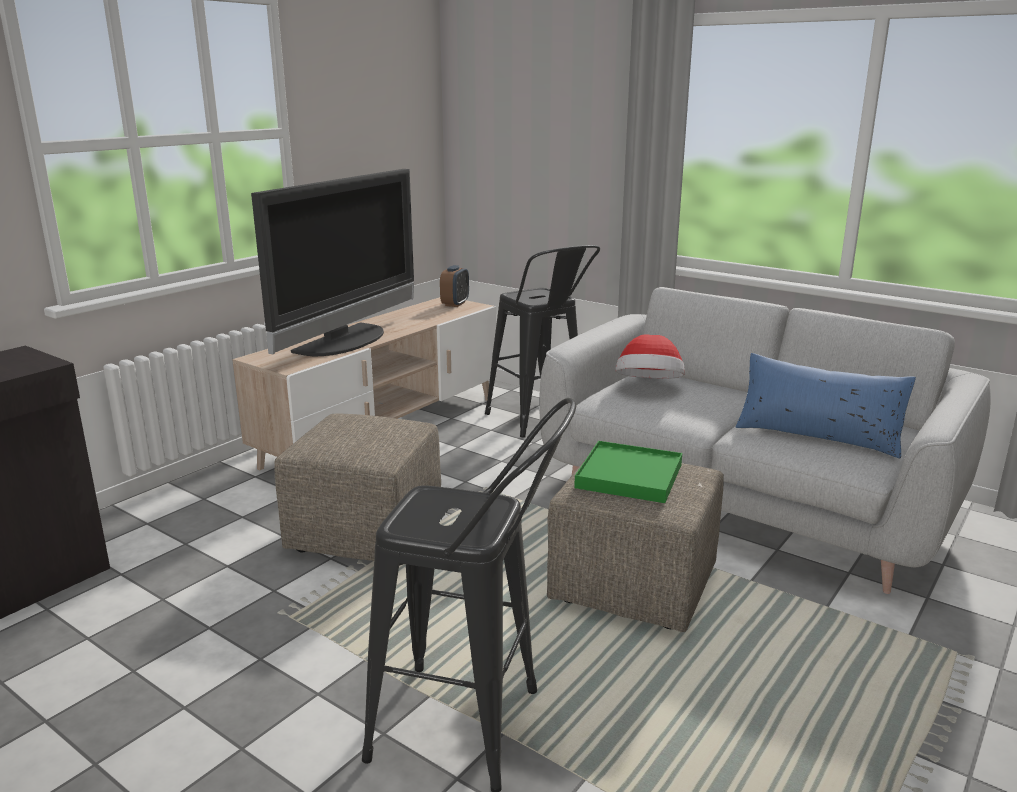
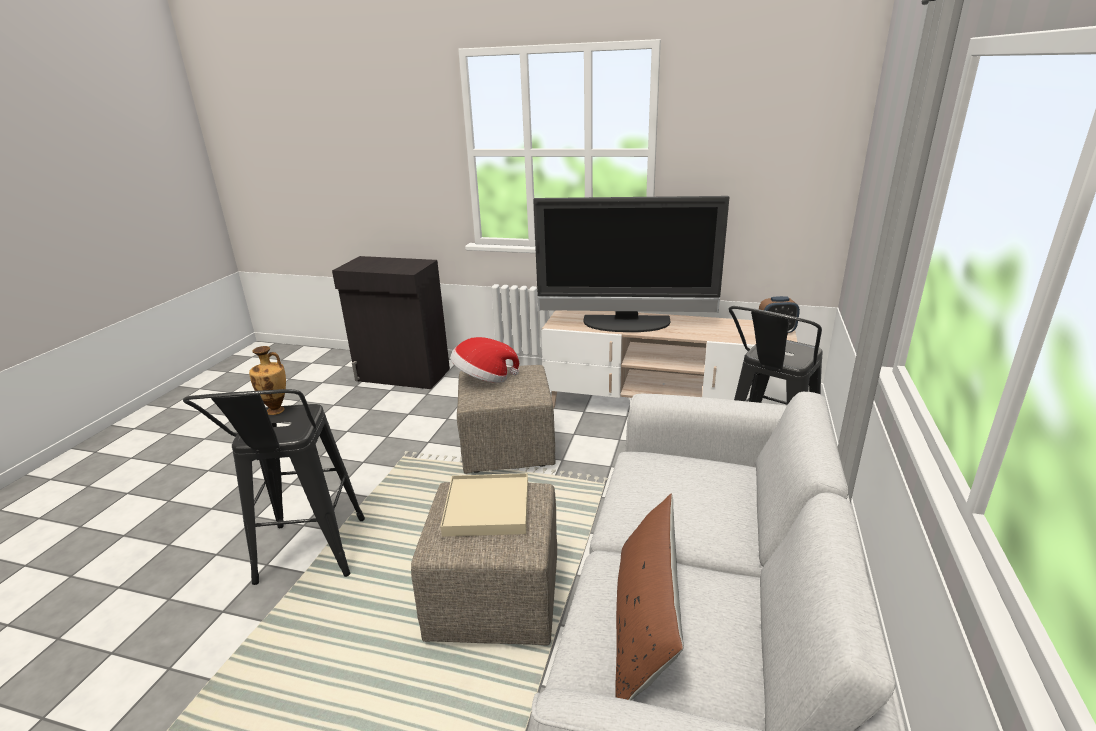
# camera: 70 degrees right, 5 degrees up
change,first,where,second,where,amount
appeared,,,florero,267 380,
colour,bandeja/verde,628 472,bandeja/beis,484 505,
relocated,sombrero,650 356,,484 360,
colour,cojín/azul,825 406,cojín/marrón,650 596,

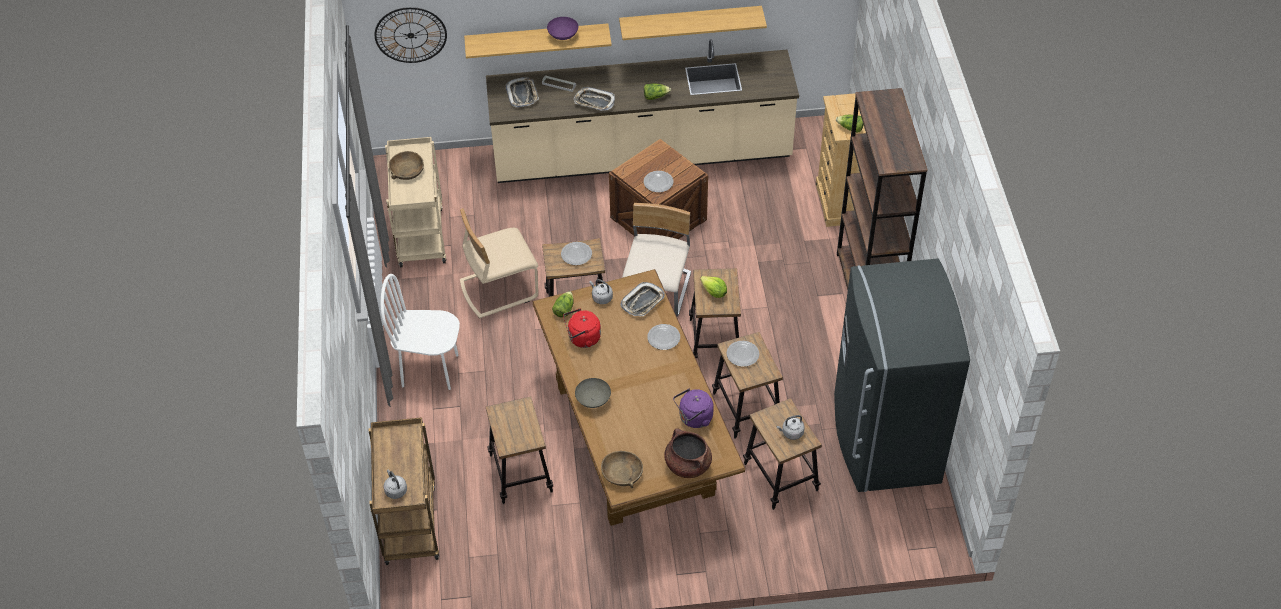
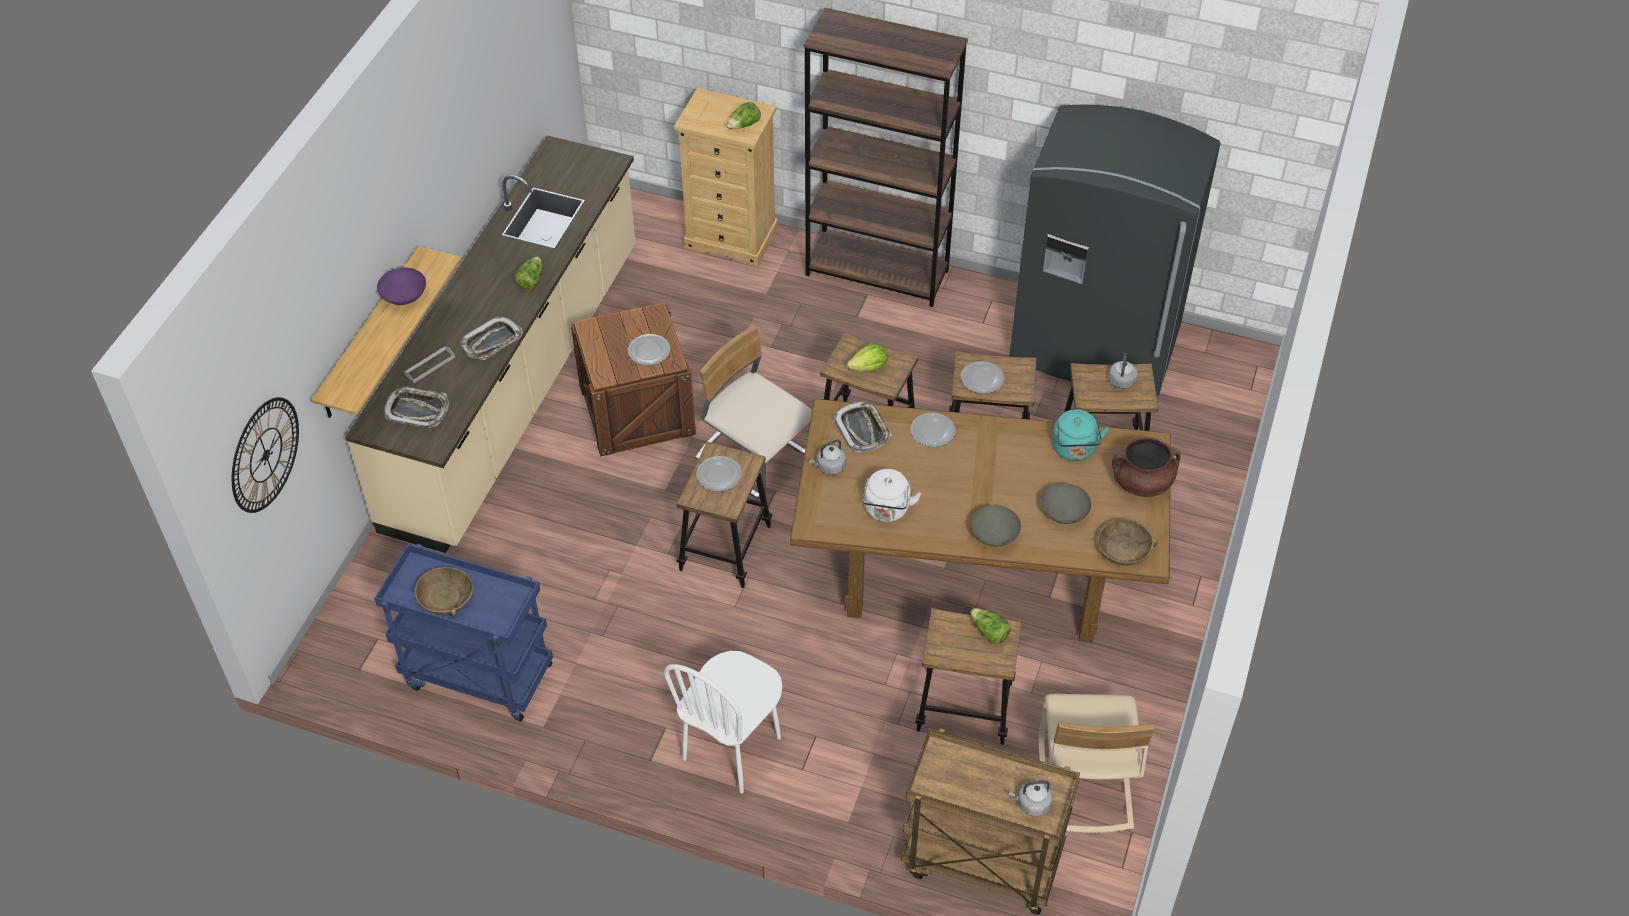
# camera: 65 degrees left, 0 degrees up
change,first,where,second,where,amount
colour,carrito/beis,415 202,carrito/azul,463 632,
colour,hervidor/rojo,582 328,hervidor/blanco,891 495,
relocated,lechuga,563 304,,990 626,
relocated,silla/beis,499 263,,1097 763,
appeared,,,cuenco/gris,1066 503,
colour,hervidor/morado,693 408,hervidor/turquesa,1080 435,
missing,estante,693 23,,,

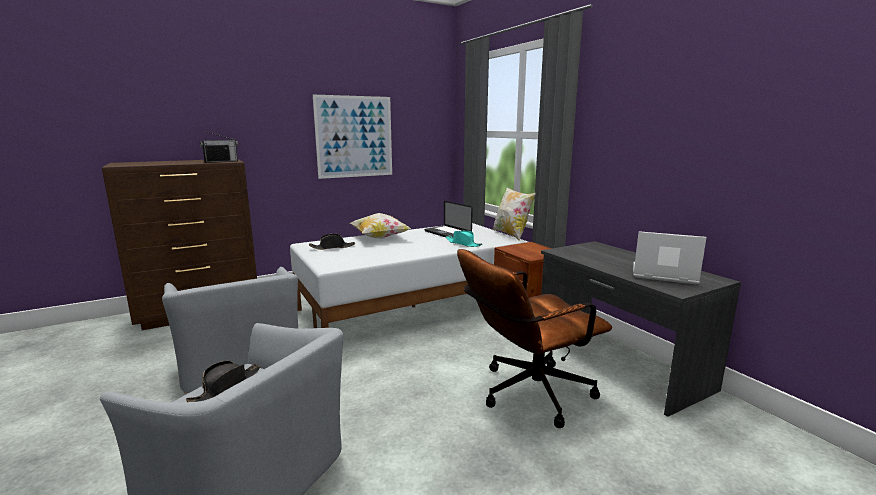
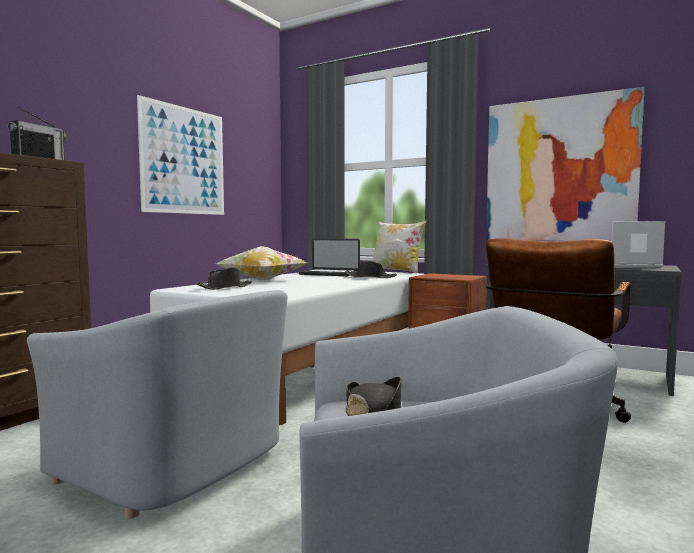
# camera: 30 degrees left, 10 degrees down
change,first,where,second,where,amount
colour,sombrero/turquesa,464 238,sombrero/negro,371 269,
appeared,,,cuadro,565 164,

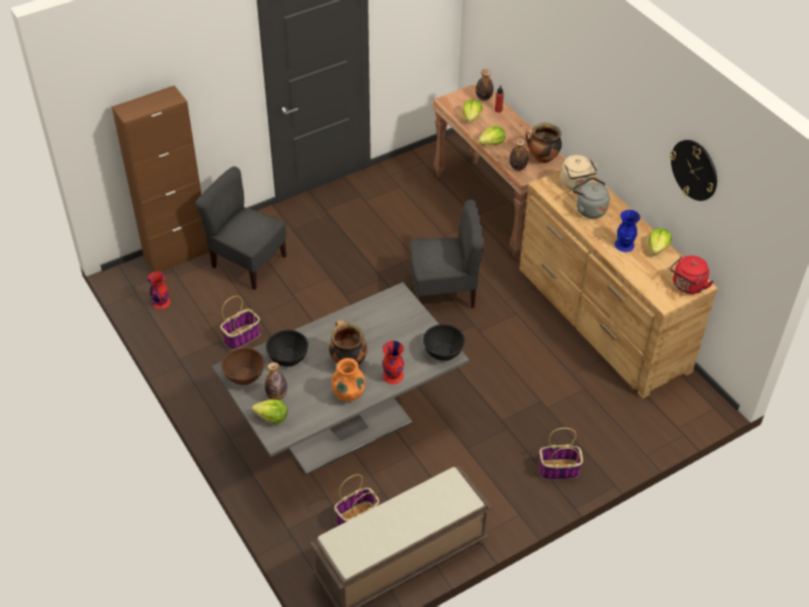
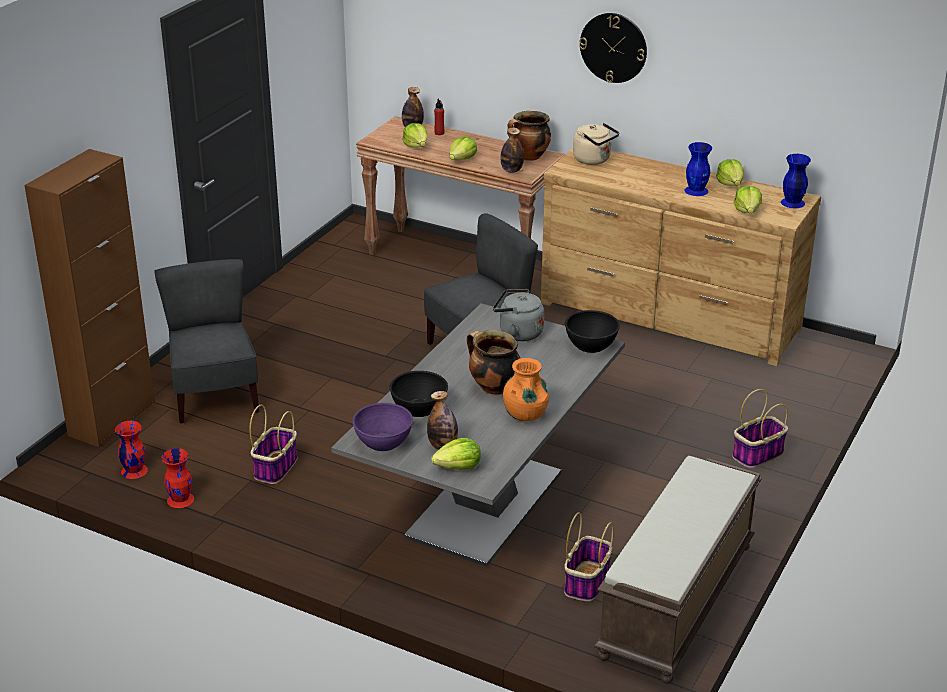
# camera: 30 degrees left, 15 degrees down
change,first,where,second,where,amount
spun,silla/gris,241 228,,206 341,75 degrees clockwise
relocated,florero/rojo,393 362,,177 478,
colour,cuenco/marrón,243 366,cuenco/morado,382 427,
relocated,hervidor/gris,591 197,,518 315,
relocated,reloj de pared,693 170,,613 48,
appeared,,,lechuga,748 199,
exchanged,hervidor/rojo,692 274,florero/azul,796 181,

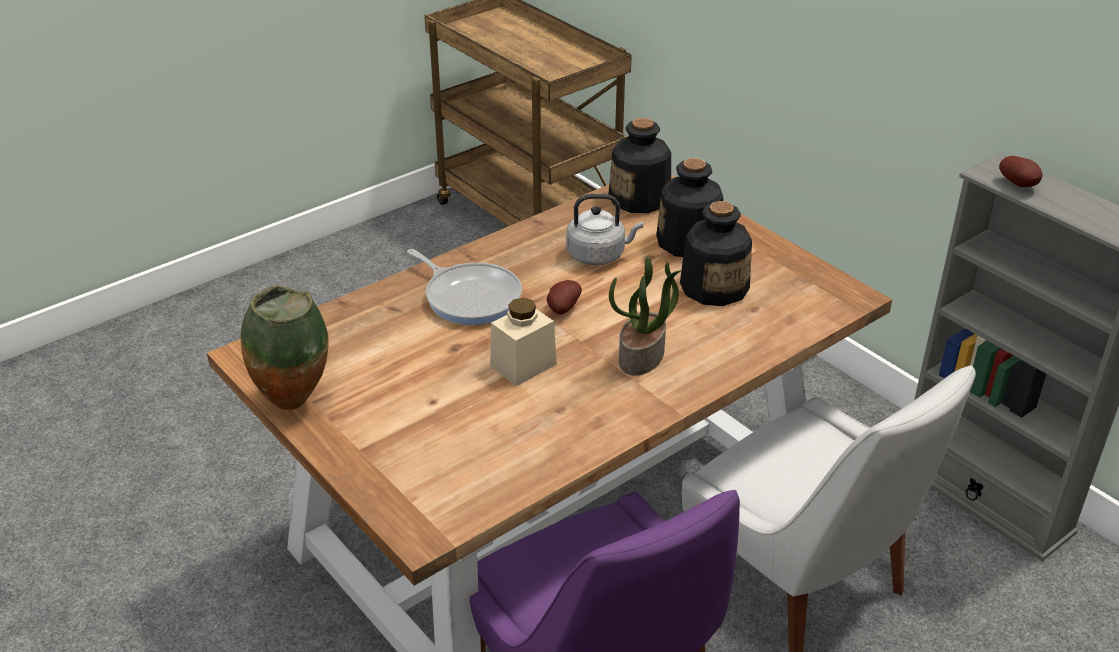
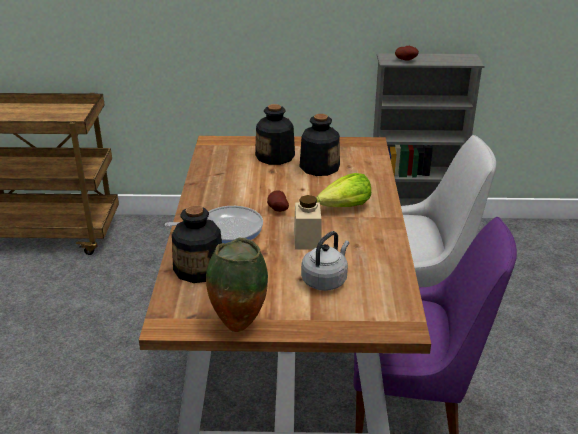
# camera: 50 degrees left, 5 degrees down
change,first,where,second,where,amount
relocated,botella,639 165,,197 244,
relocated,hervidor/gris,604 229,,325 261,
exchanged,planta en maceta,645 316,lechuga,343 190,

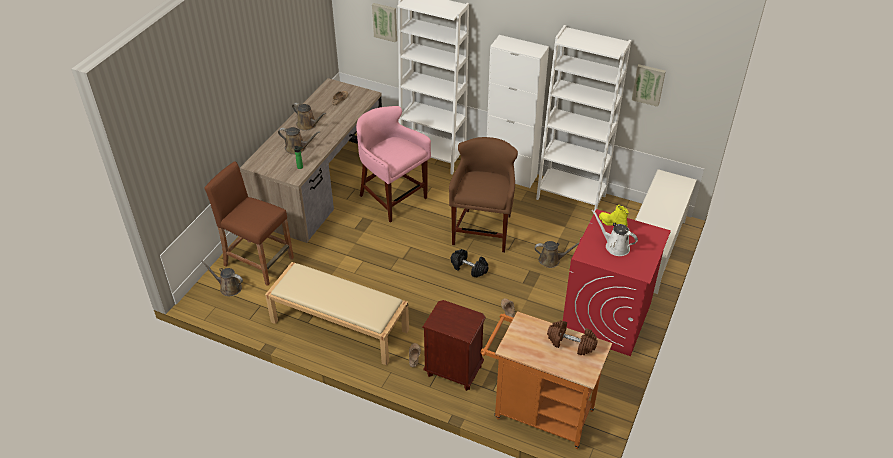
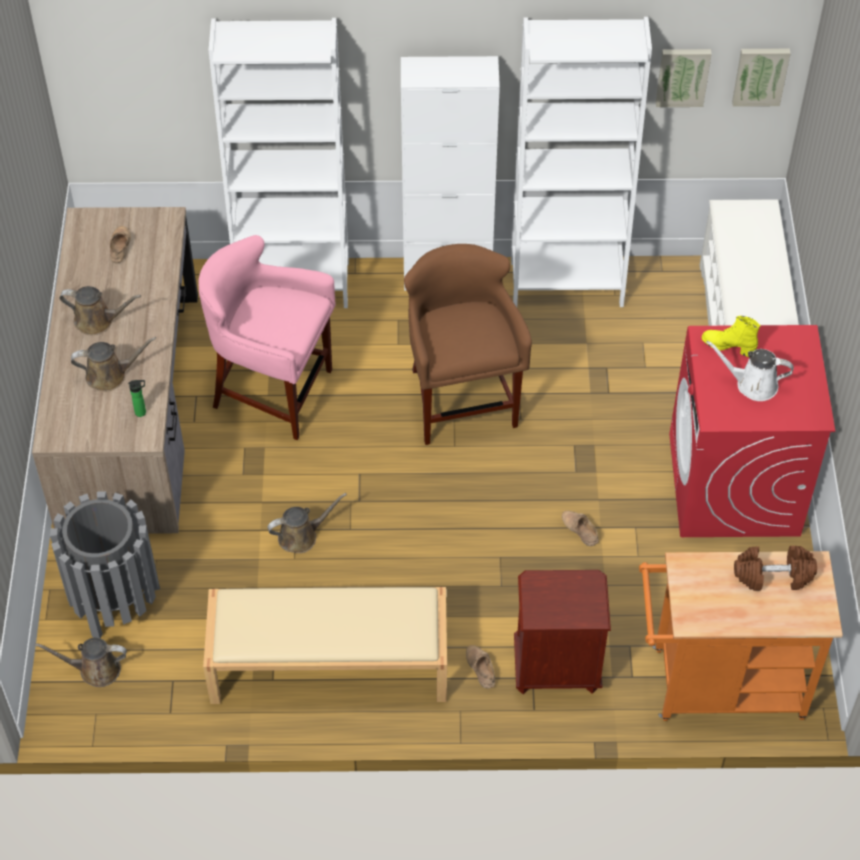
# camera: 25 degrees left, 10 degrees up
change,first,where,second,where,amount
exchanged,taburete/marrón,249 223,papelera/gris,105 564,
relocated,regadera/marrón,557 254,,307 523,
relocated,cuadro,384 22,,761 78,
missing,mancuerna/negro,470 263,,,

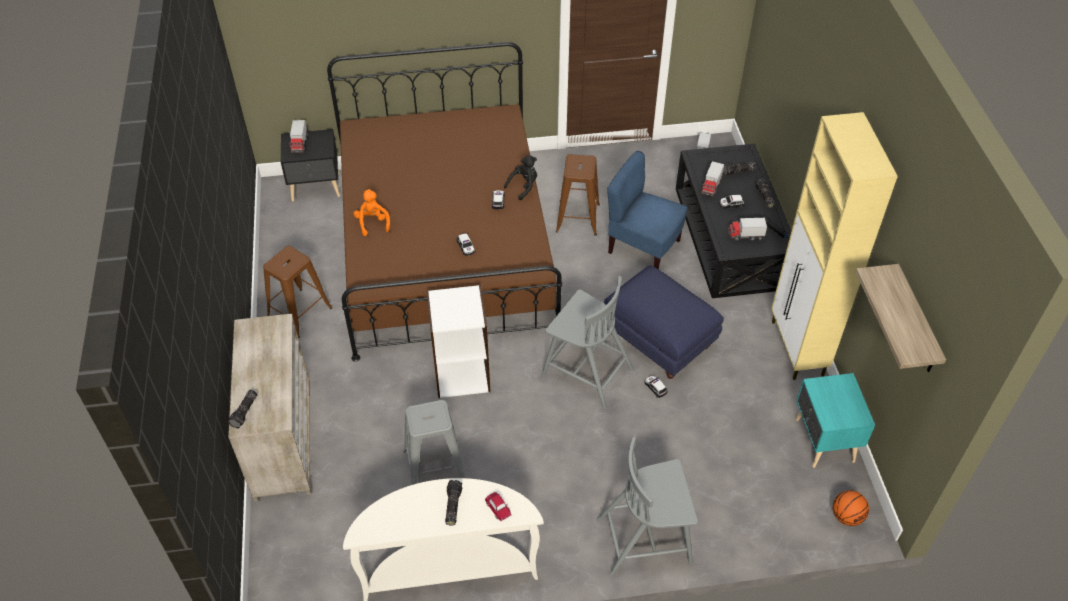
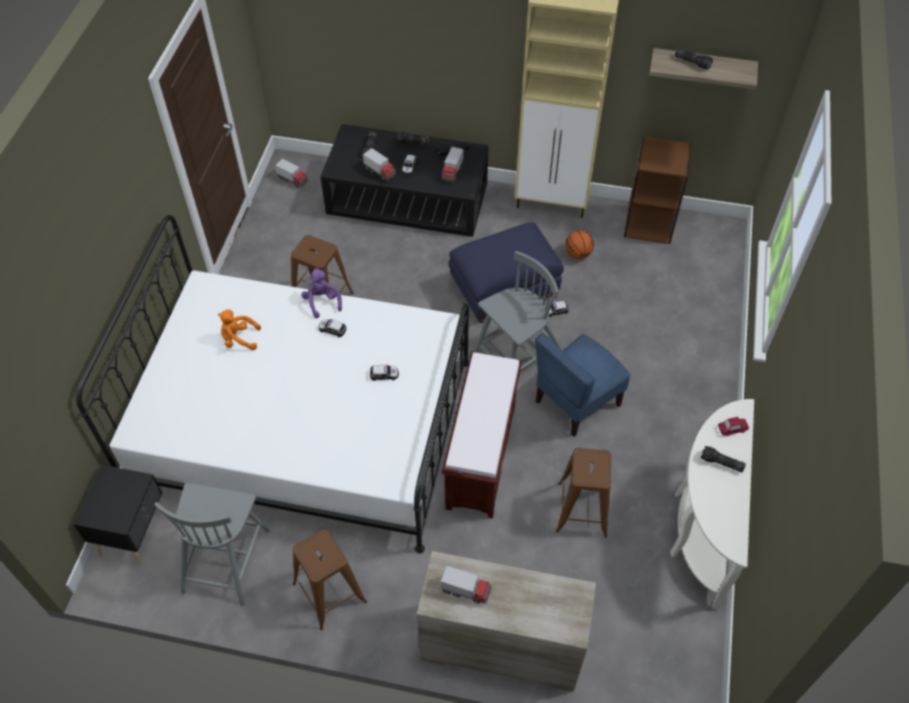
# camera: 70 degrees left, 5 degrees up
change,first,where,second,where,amount
colour,cama/marrón,444 202,cama/blanco,273 384,
relocated,silla/gris,647 506,,212 544,
relocated,peluche/naranja,371 212,,239 329,
colour,peluche/negro,520 177,peluche/morado,321 293,
relocated,camión de juguete,298 136,,466 584,
exchanged,estantería/blanco,458 341,banco/marrón,482 434,
relocated,silla/azul,647 210,,582 385,
colour,taburete/gris,435 442,taburete/marrón,584 492,
relocated,balón de baloncesto,851 508,,579 244,
exchanged,mesita de noche/turquesa,835 420,estantería/marrón,657 190,
relocated,linterna,242 409,,694 59,

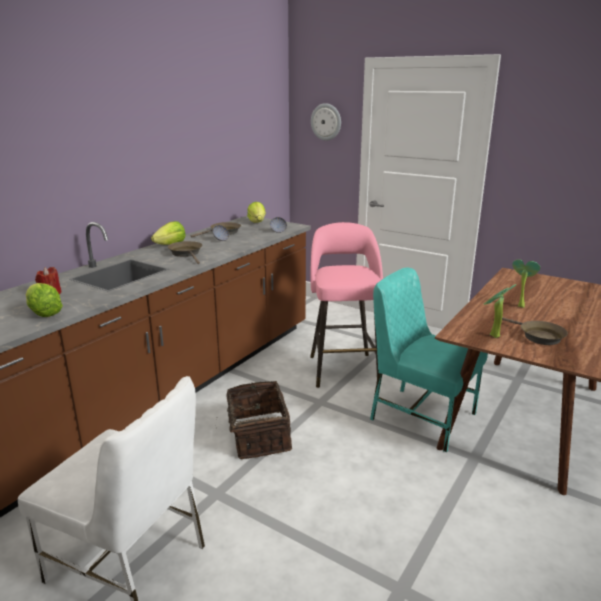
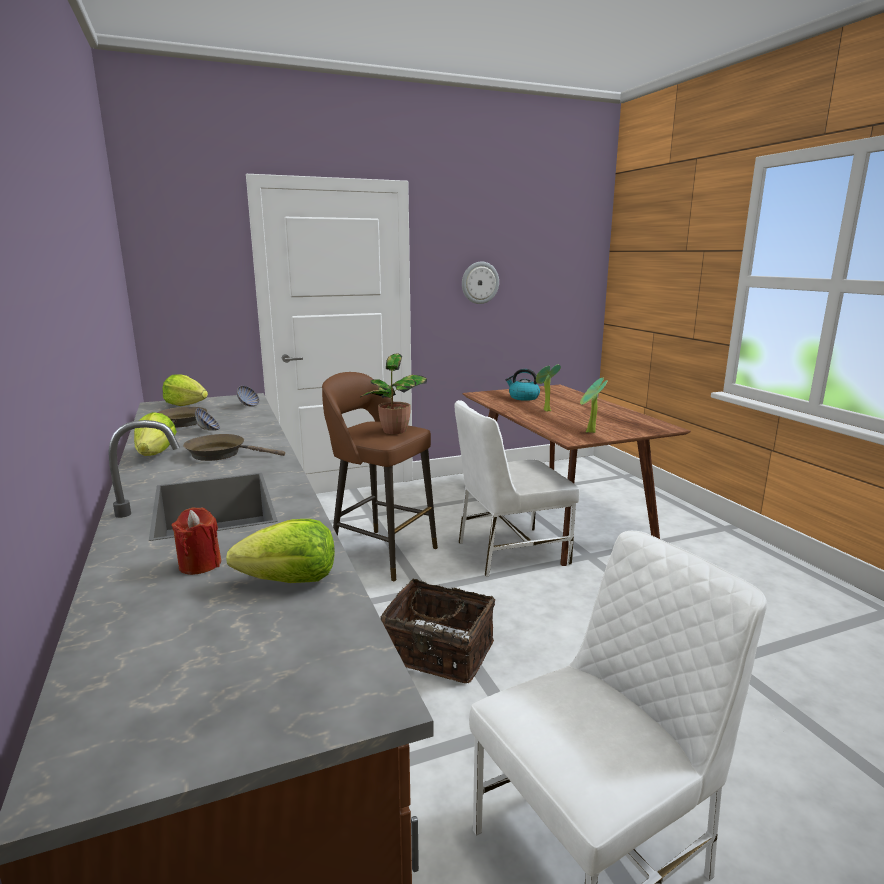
# camera: 55 degrees left, 5 degrees down
change,first,where,second,where,amount
colour,taburete/rosa,346 305,taburete/marrón,380 476,
appeared,,,planta en maceta,393 393,
colour,silla/turquesa,429 360,silla/blanco,517 488,
relocated,reloj de pared,326 122,,480 283,
appeared,,,hervidor,522 385,
missing,sartén/marrón,535 331,,,

